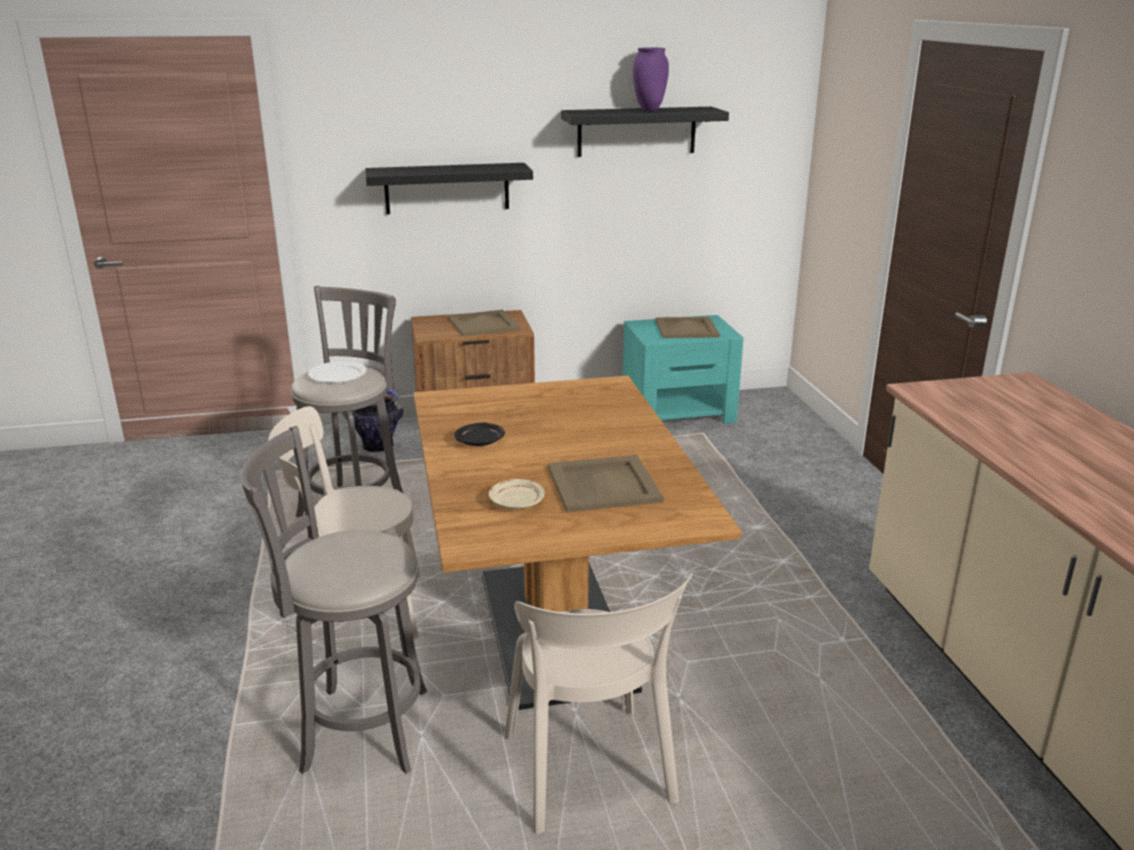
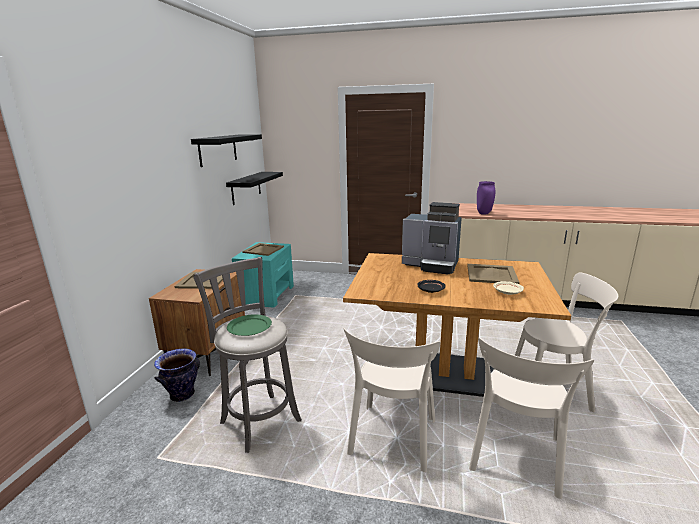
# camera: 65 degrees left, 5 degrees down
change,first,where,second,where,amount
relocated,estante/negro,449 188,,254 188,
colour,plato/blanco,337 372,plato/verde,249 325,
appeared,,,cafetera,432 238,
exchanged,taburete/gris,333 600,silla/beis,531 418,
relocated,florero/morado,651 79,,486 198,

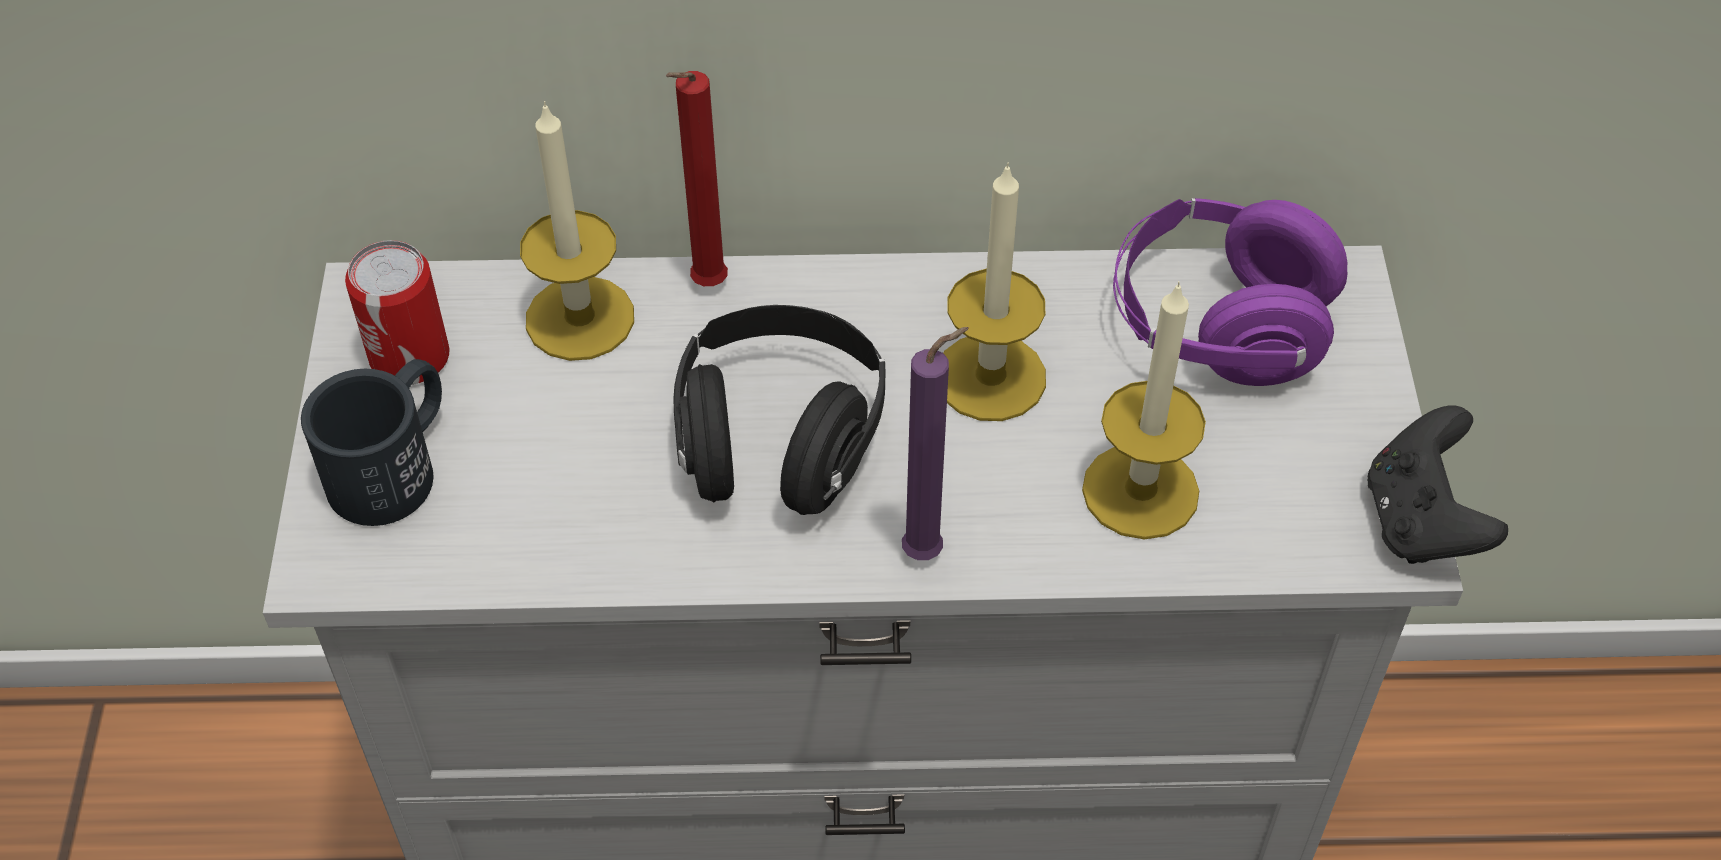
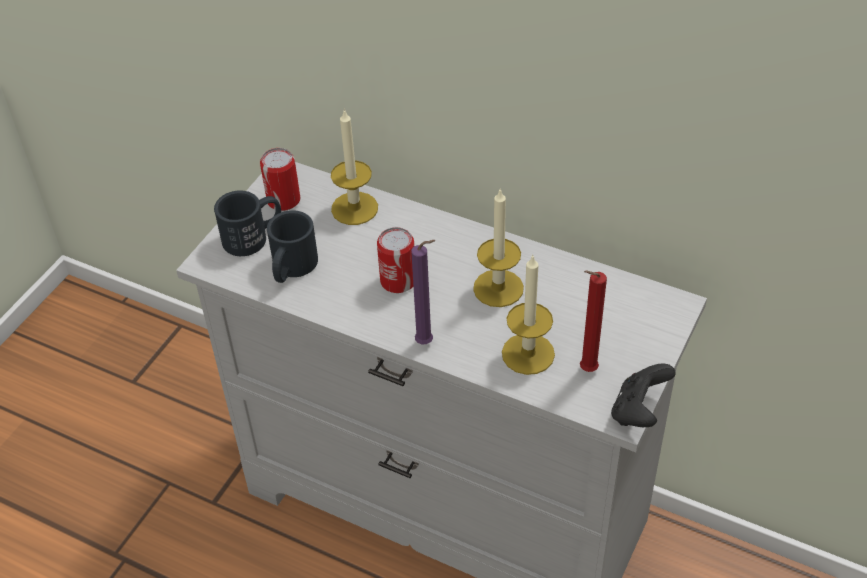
# camera: 30 degrees right, 5 degrees down
change,first,where,second,where,amount
appeared,,,taza grande/negro,292 246,
exchanged,auriculares/negro,779 410,lata,395 260,
relocated,vela/rojo,697 178,,593 321,
missing,auriculares/morado,1230 292,,,

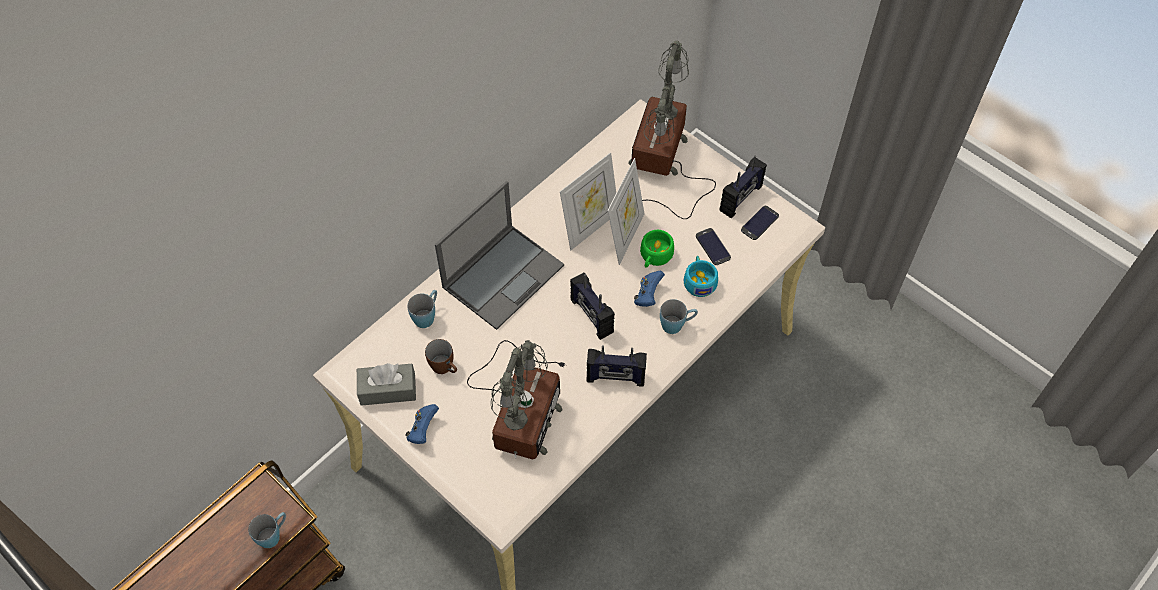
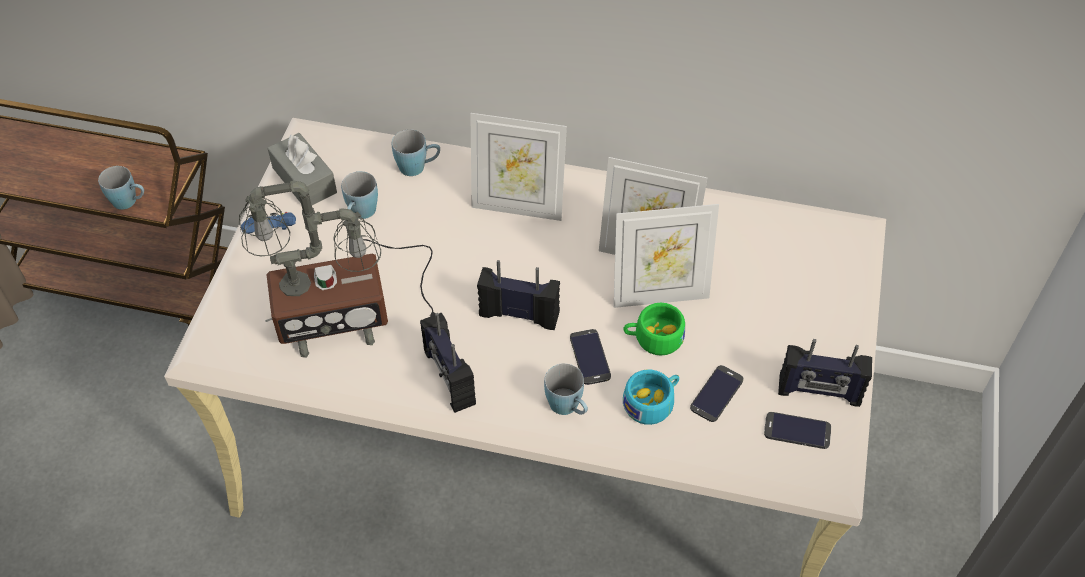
# camera: 60 degrees right, 5 degrees down
change,first,where,second,where,amount
colour,taza grande/marrón,441 356,taza grande/azul,359 195,
exchanged,portátil,499 255,portarretratos,518 167,
spun,radio,592 306,,518 295,75 degrees clockwise
exchanged,mando de consola/azul,649 289,móvil,590 357,
missing,lámpara de mesa,672 129,,,

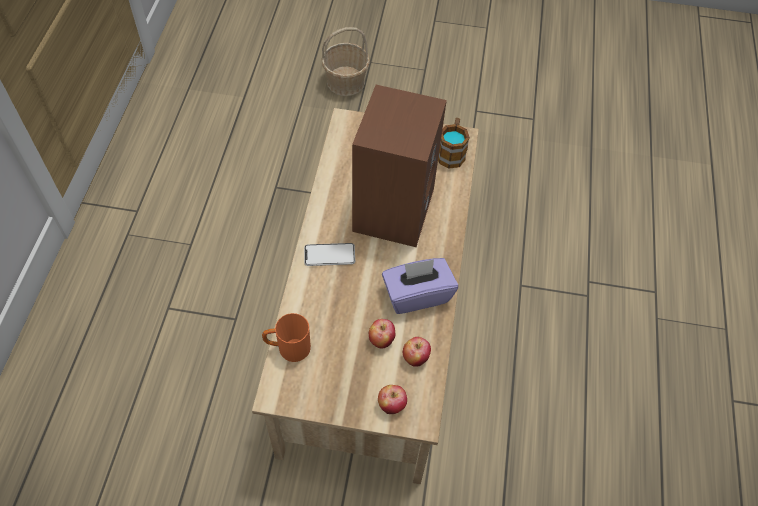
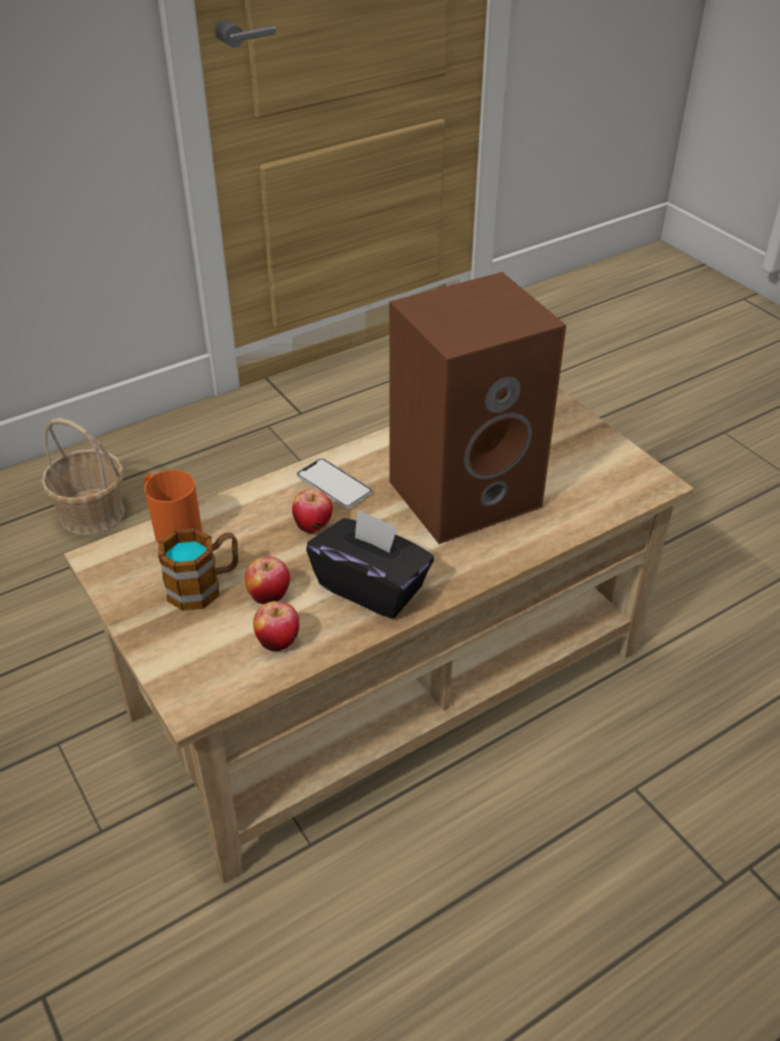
# camera: 50 degrees right, 15 degrees down
change,first,where,second,where,amount
relocated,cesta,345 61,,83 476,
relocated,taza grande,454 143,,198 569,
relocated,manzana,392 399,,312 511,
colour,caja de pañuelos/morado,420 286,caja de pañuelos/negro,370 563,

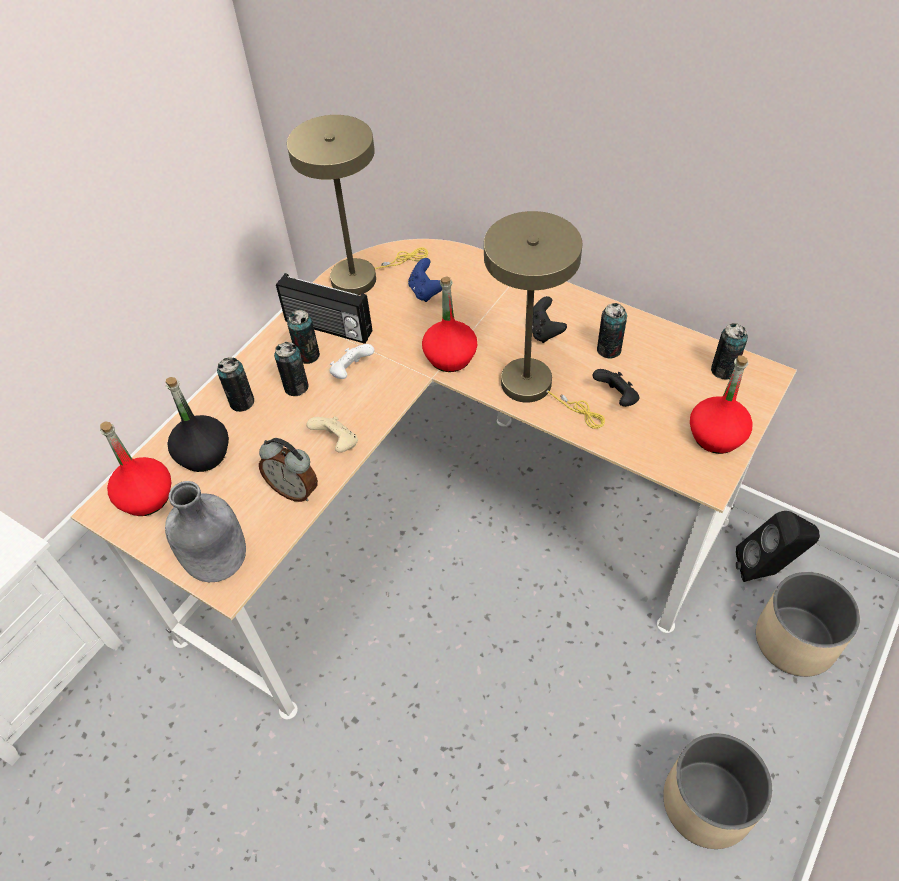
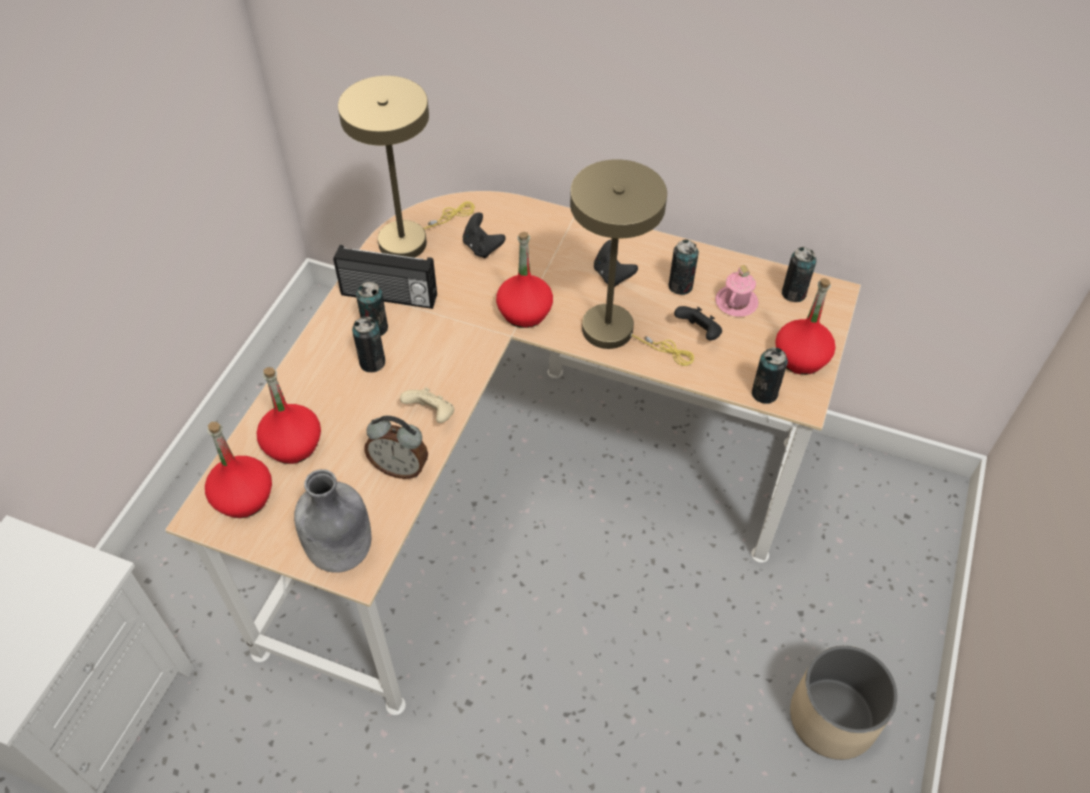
# camera: 15 degrees left, 0 degrees up
change,first,where,second,where,amount
colour,botella/negro,197 424,botella/rojo,289 415,
colour,mando de consola/azul,425 280,mando de consola/negro,484 235,
appeared,,,taza grande/rosa,737 291,
relocated,lata,235 384,,770 375,
missing,mando de consola/blanco,351 361,,,
missing,altavoz/negro,778 546,,,
missing,maceta/beis,808 624,,,

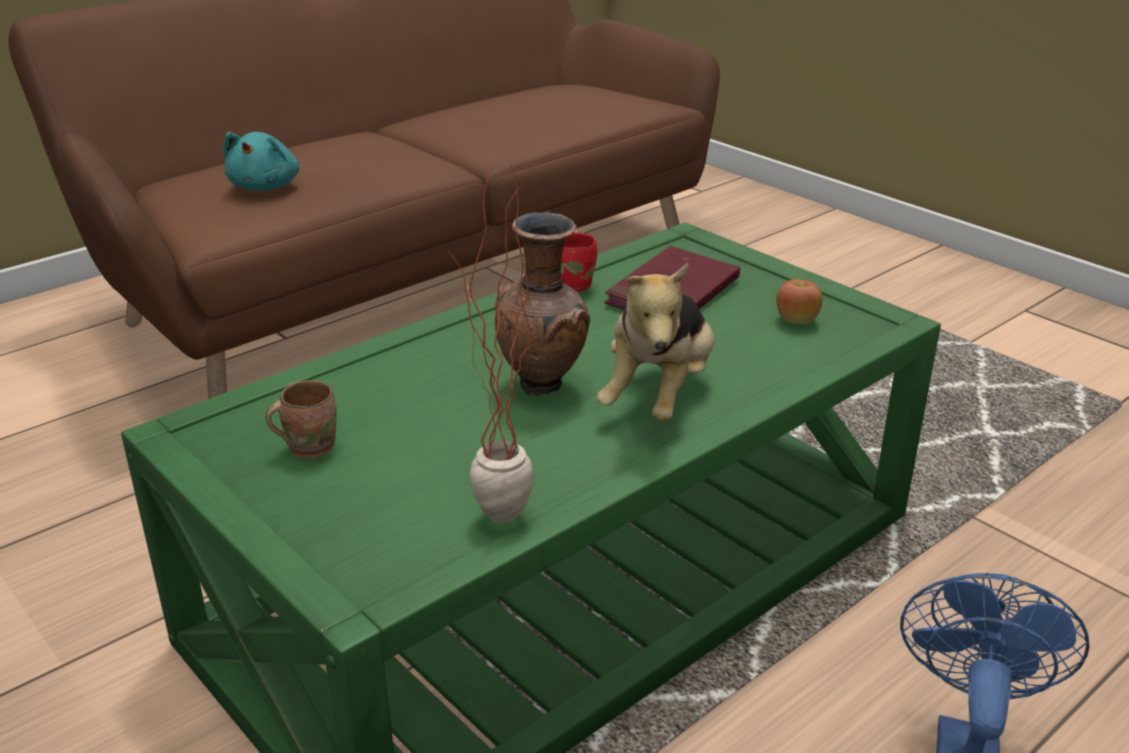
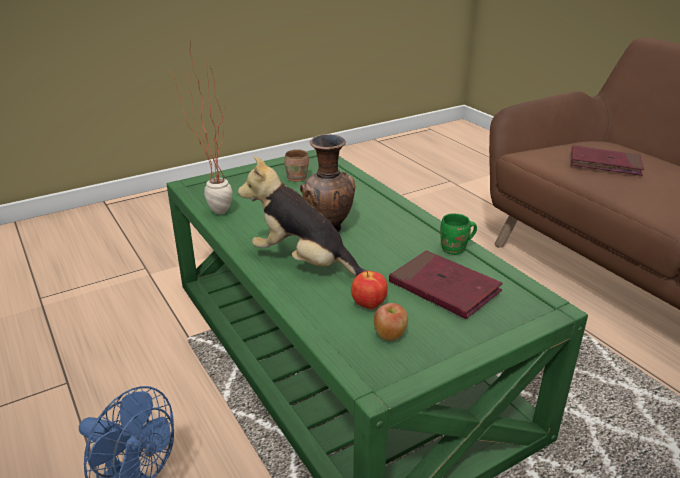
# camera: 100 degrees right, 0 degrees up
change,first,where,second,where,amount
appeared,,,manzana,369 290,
colour,taza grande/rojo,579 262,taza grande/verde,458 234,
exchanged,peluche/turquesa,261 161,libro/rojo,607 160,

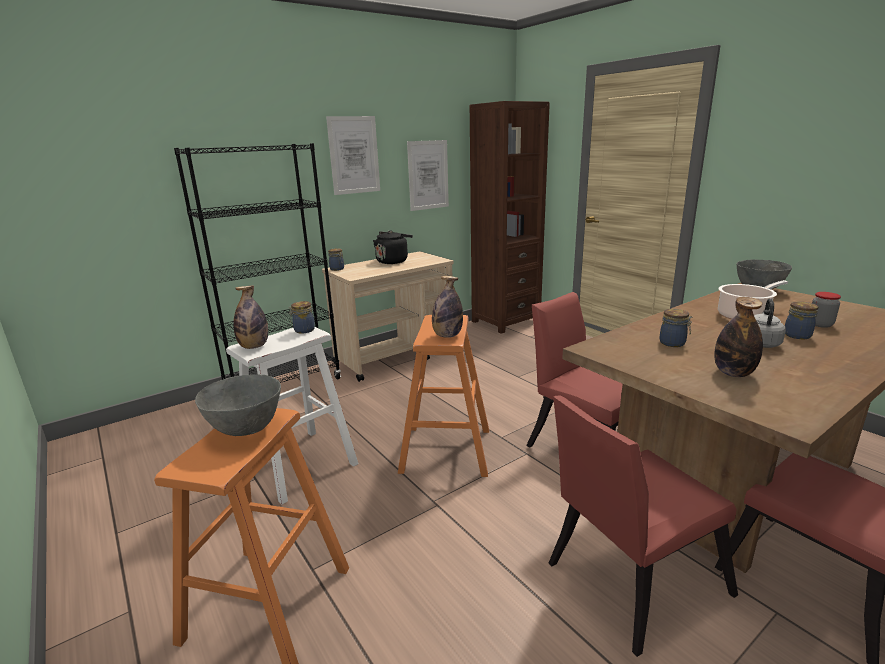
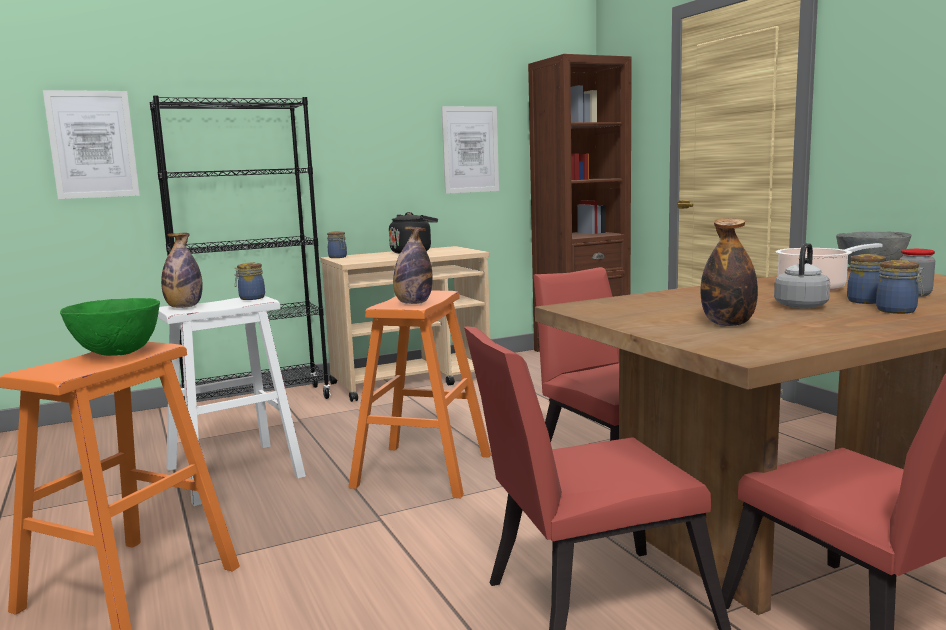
# camera: 10 degrees right, 10 degrees down
change,first,where,second,where,amount
relocated,cuadro,353 155,,91 144,
colour,cuenco/gris,238 405,cuenco/verde,110 327,
relocated,tarro,676 328,,900 287,

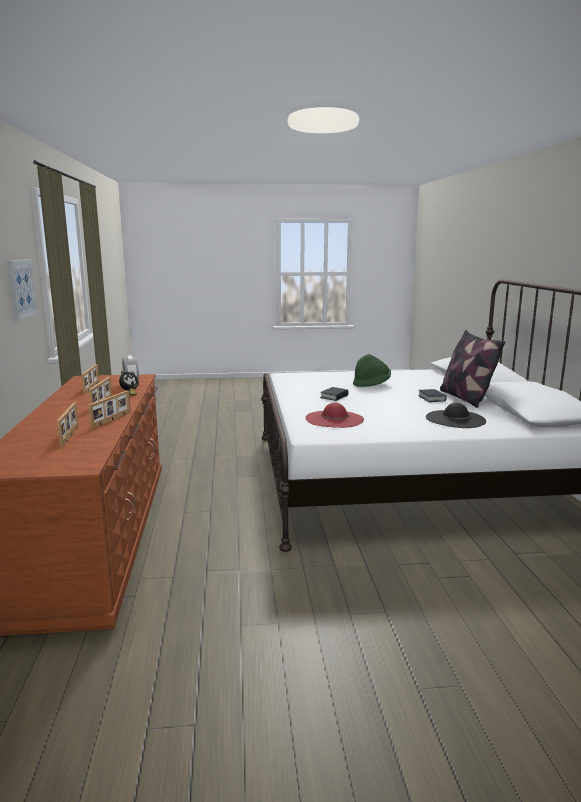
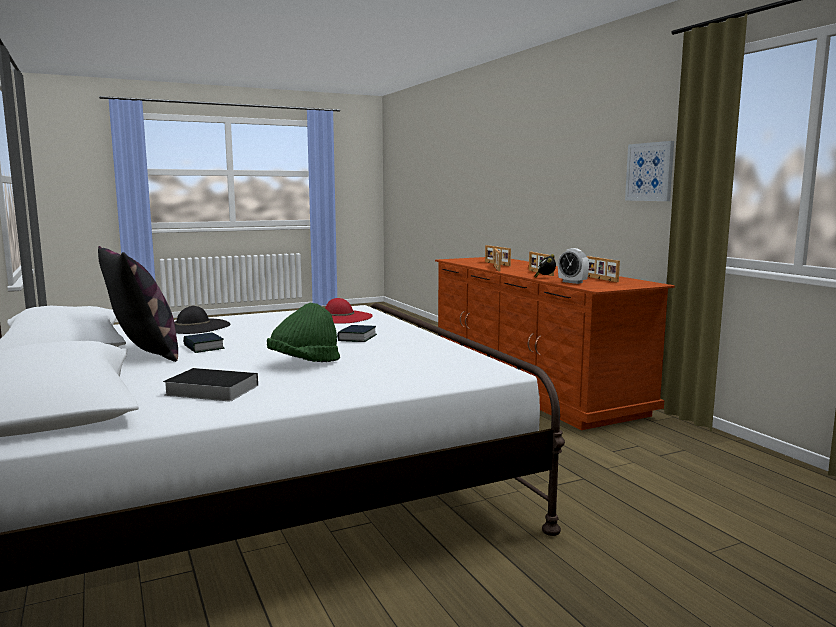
# camera: 160 degrees right, 5 degrees down
change,first,where,second,where,amount
appeared,,,libro,210 385,

